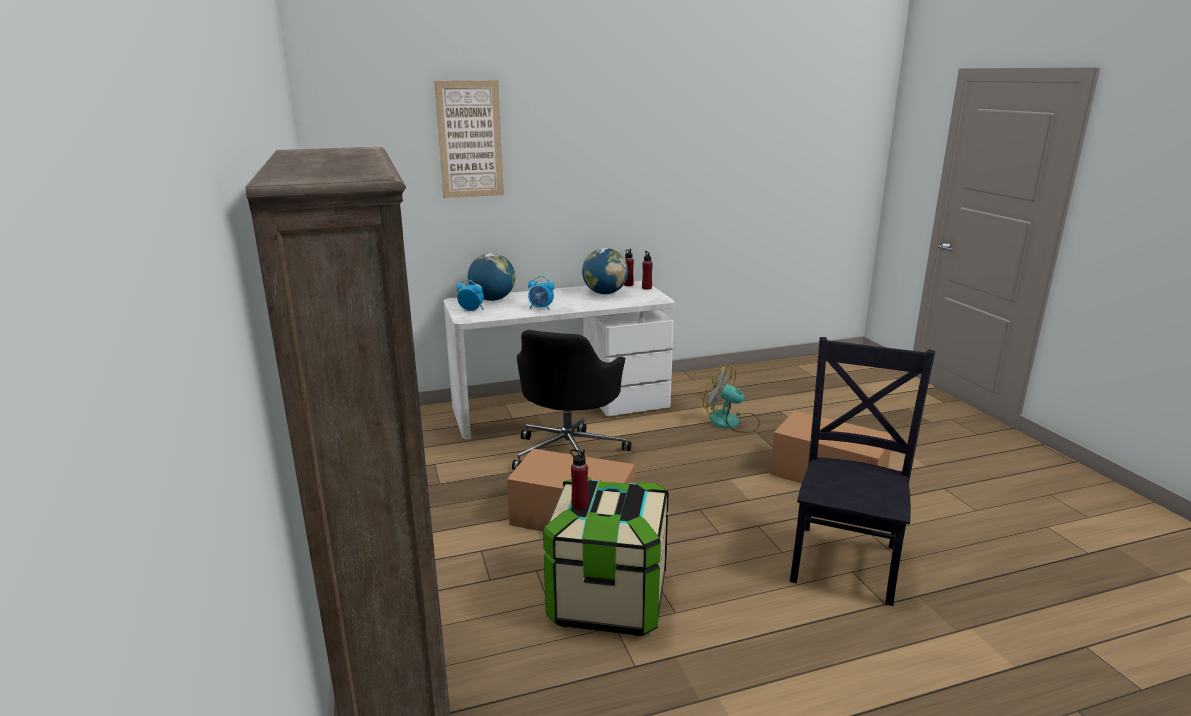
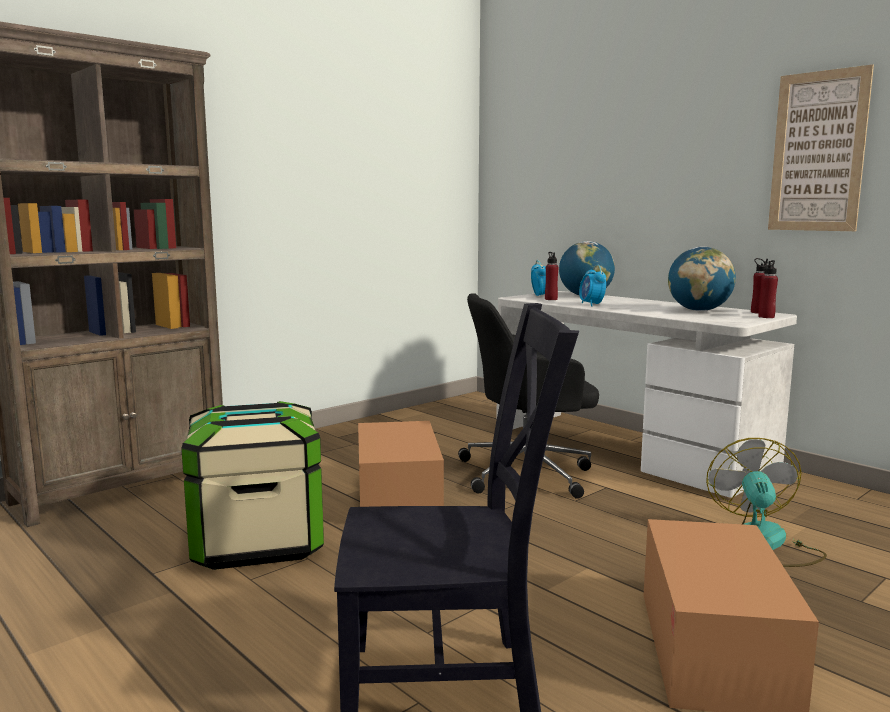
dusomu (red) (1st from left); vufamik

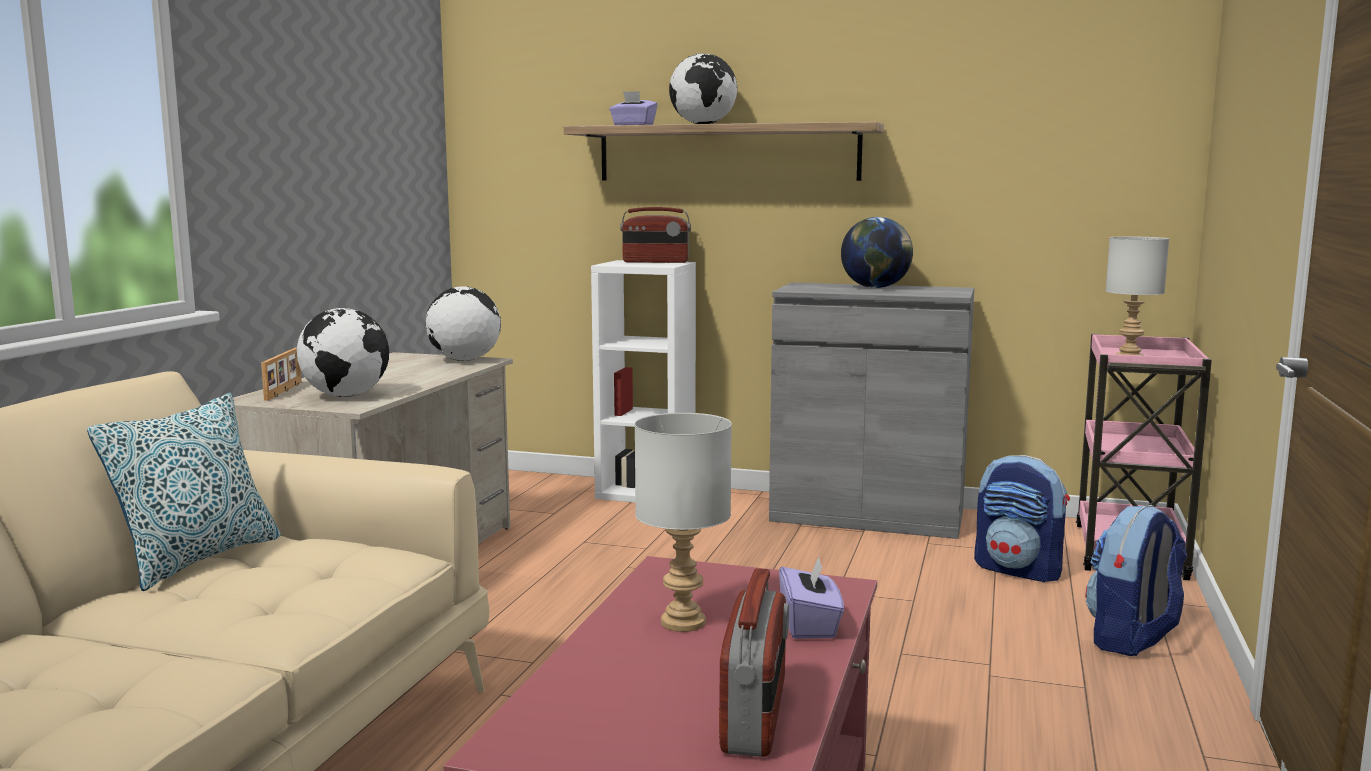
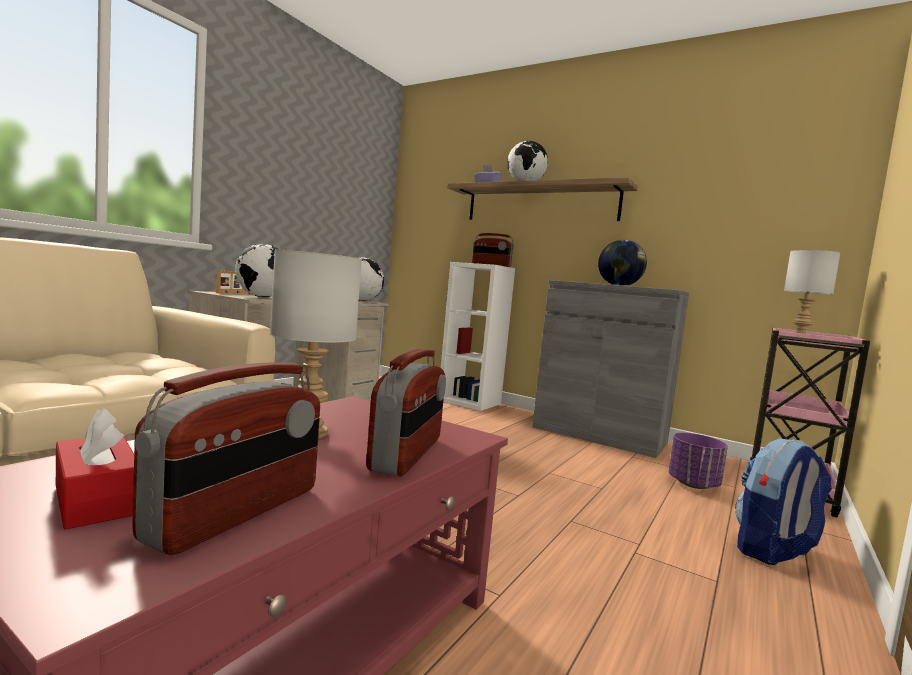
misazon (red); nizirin (2nd from left); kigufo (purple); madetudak

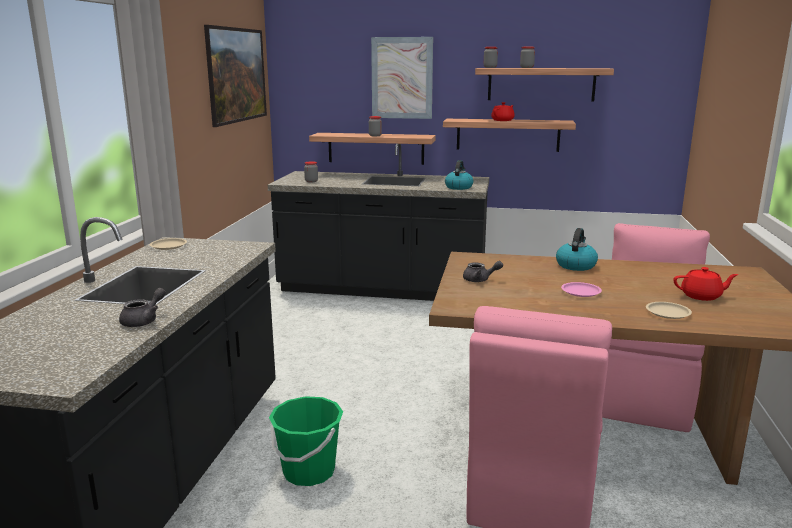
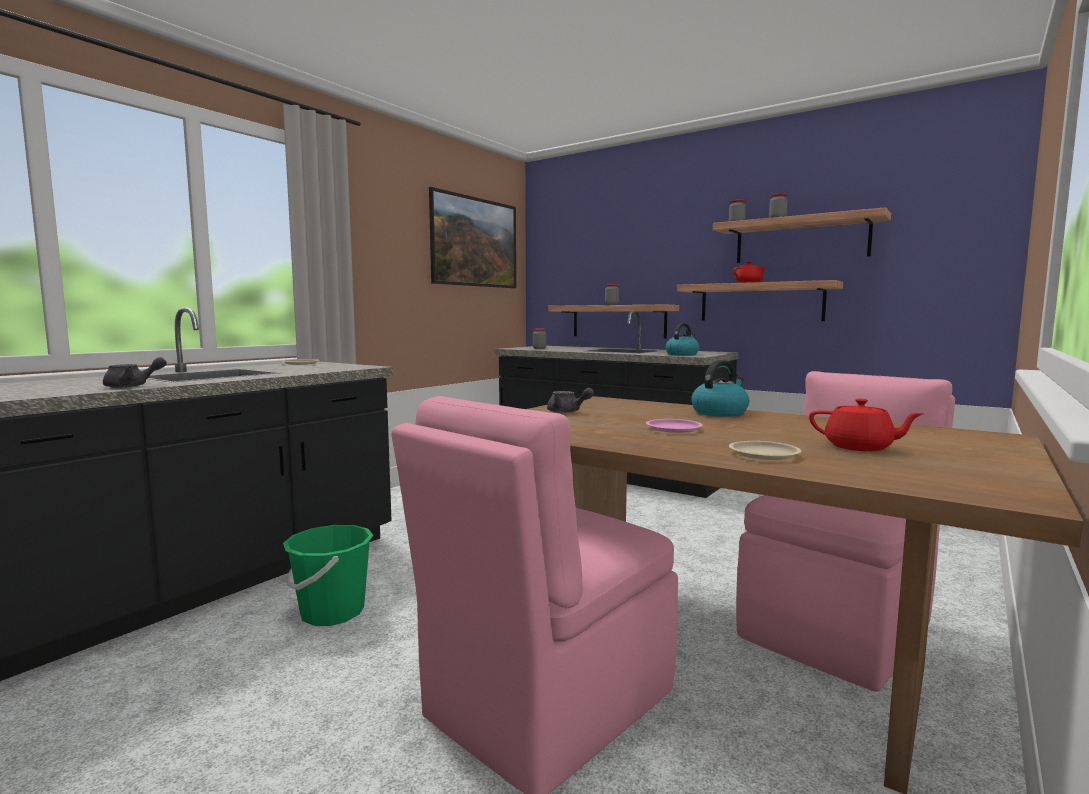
vufamik (2nd from left in the first image)

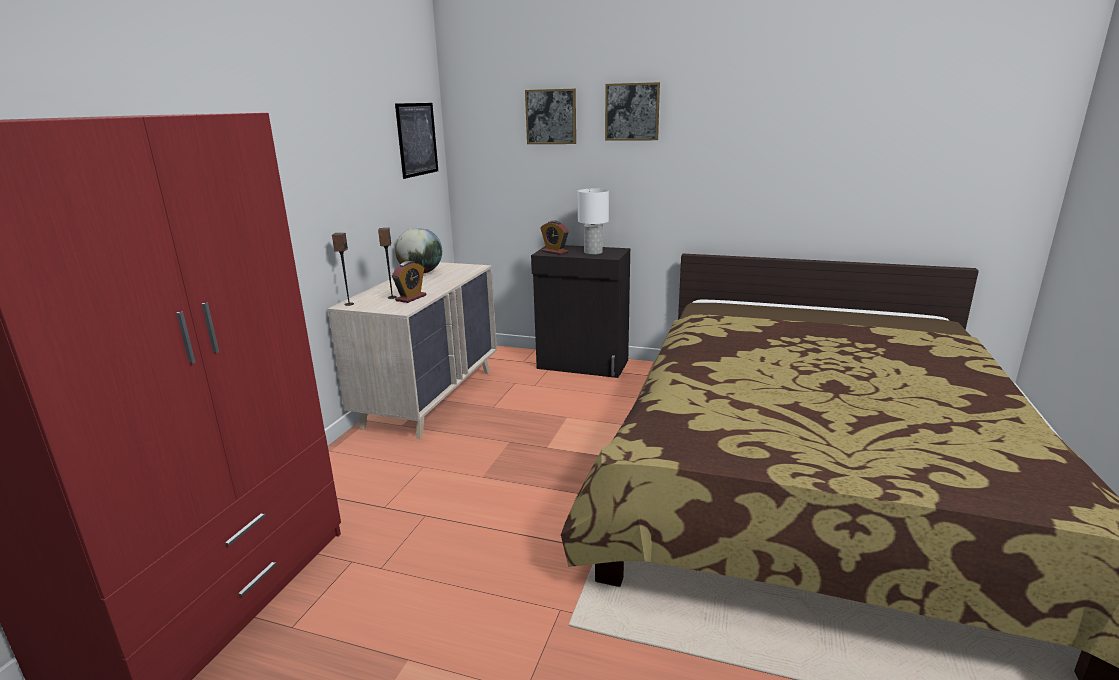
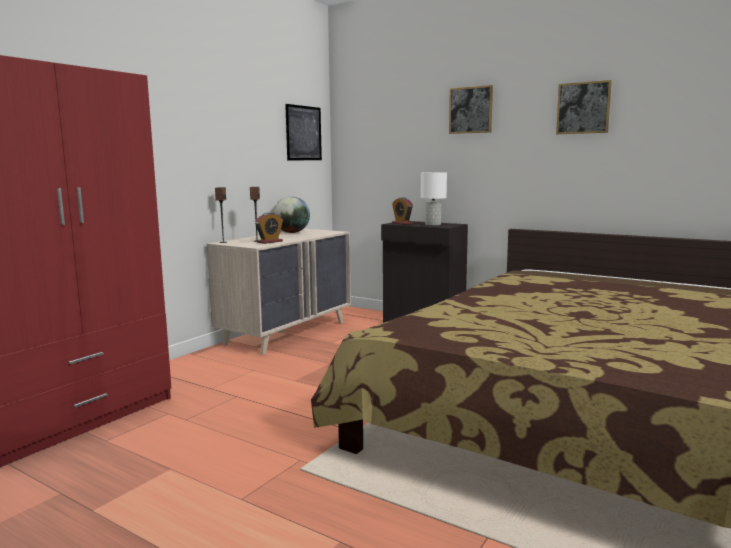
vufamik (3rd from left)

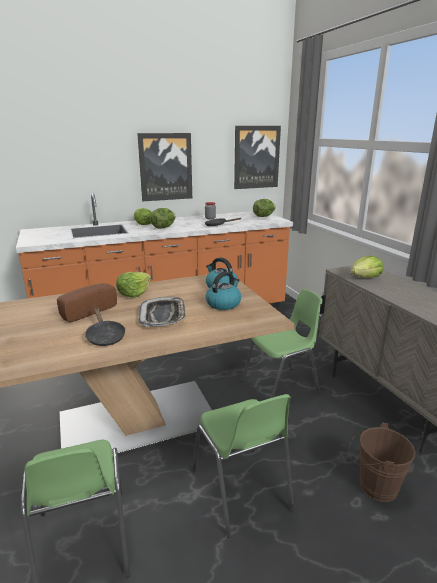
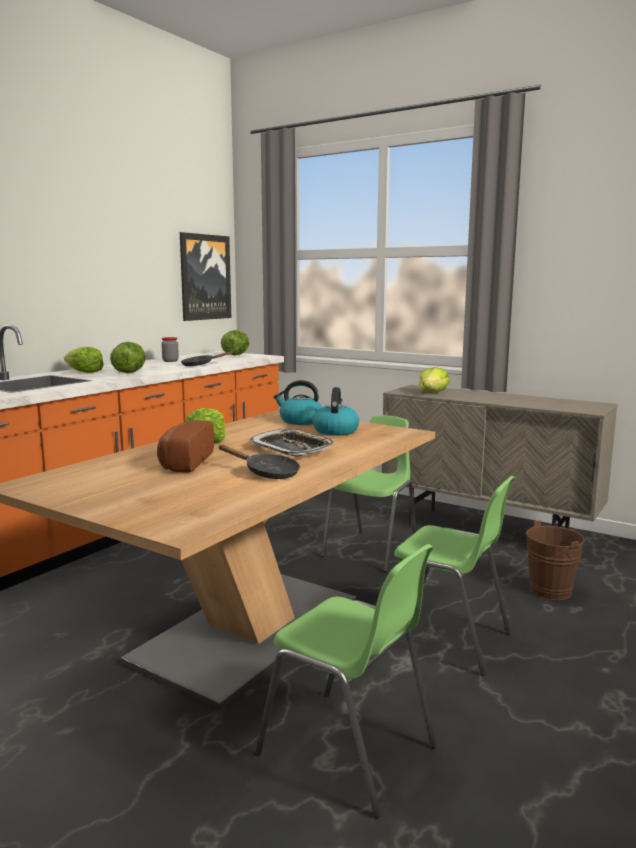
vufamik (1st from left in the first image)

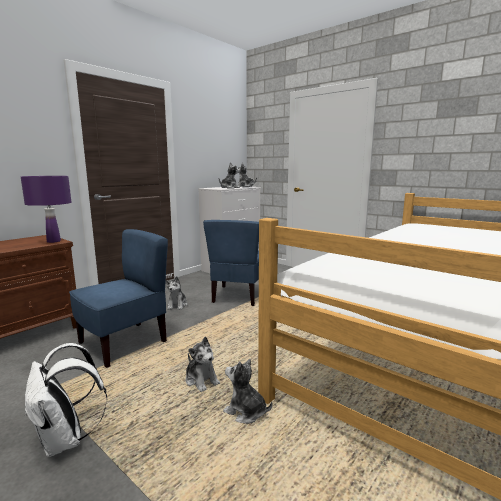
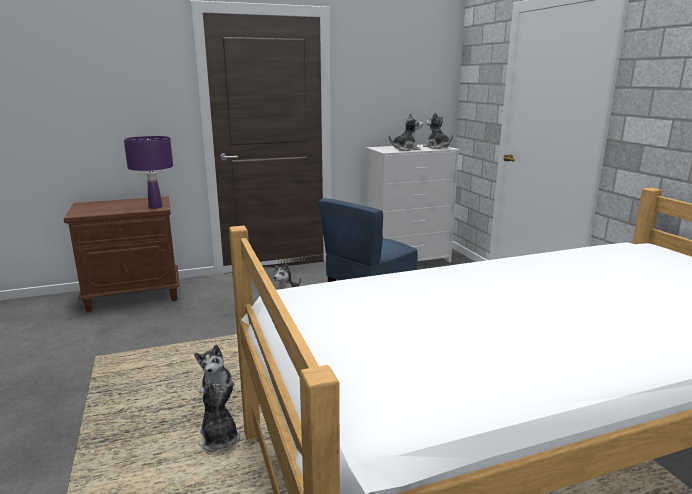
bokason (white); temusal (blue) (1st from left in the first image)

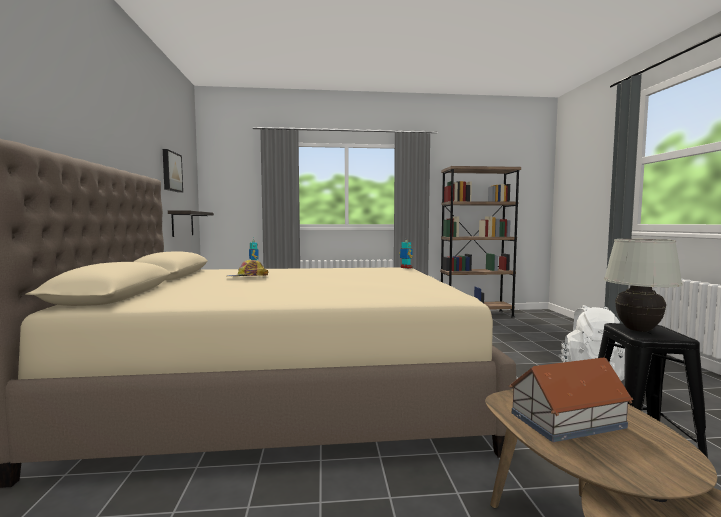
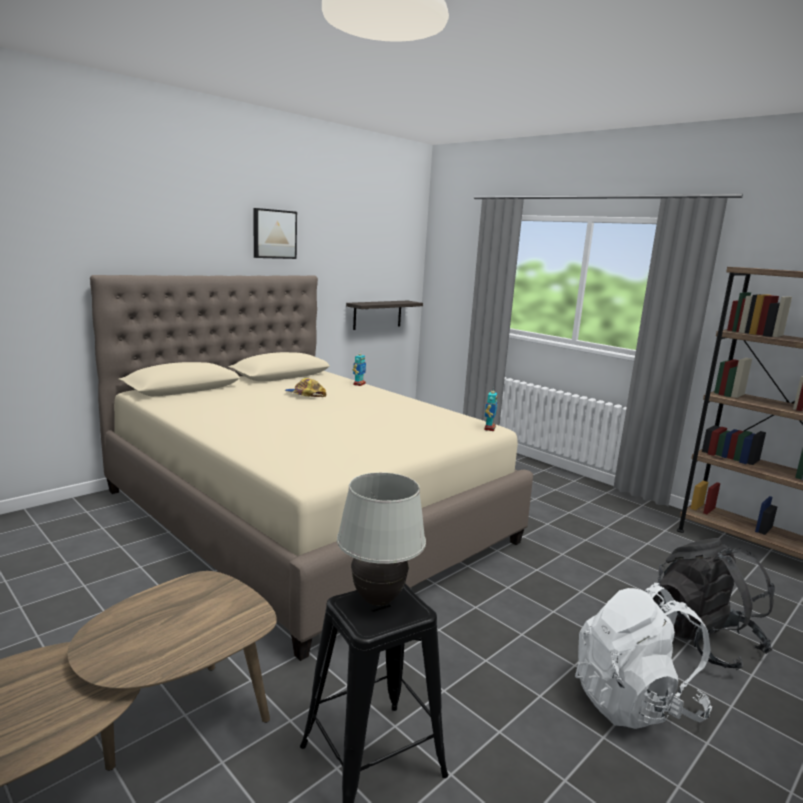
vufamik; bokason (black); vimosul

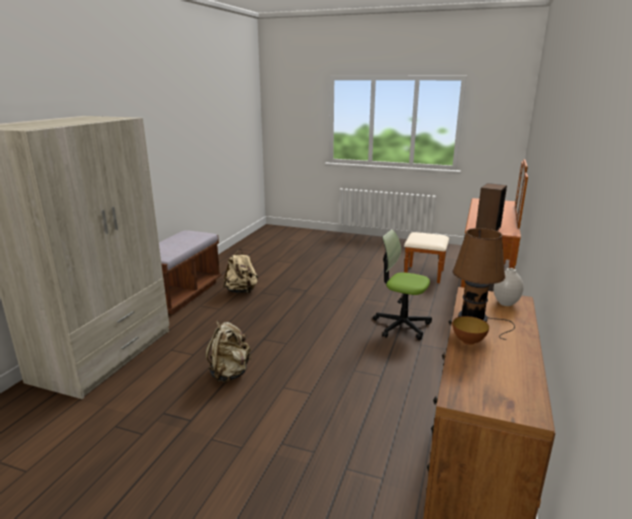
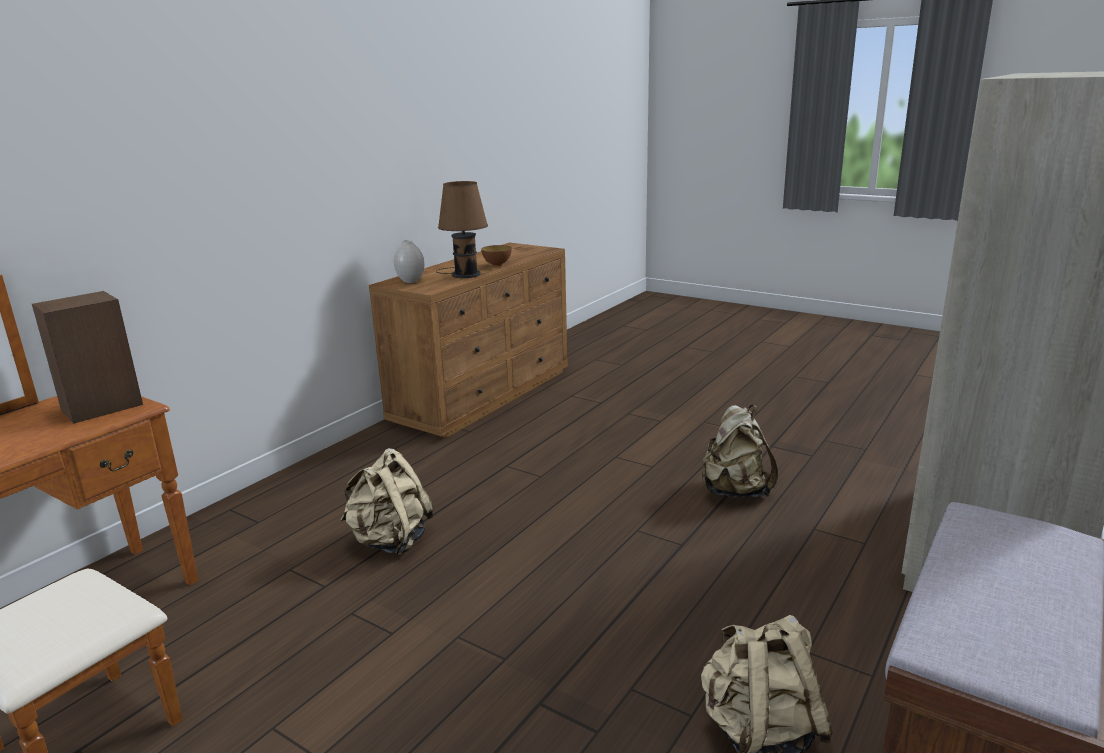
bokason (beige) (1st from left)

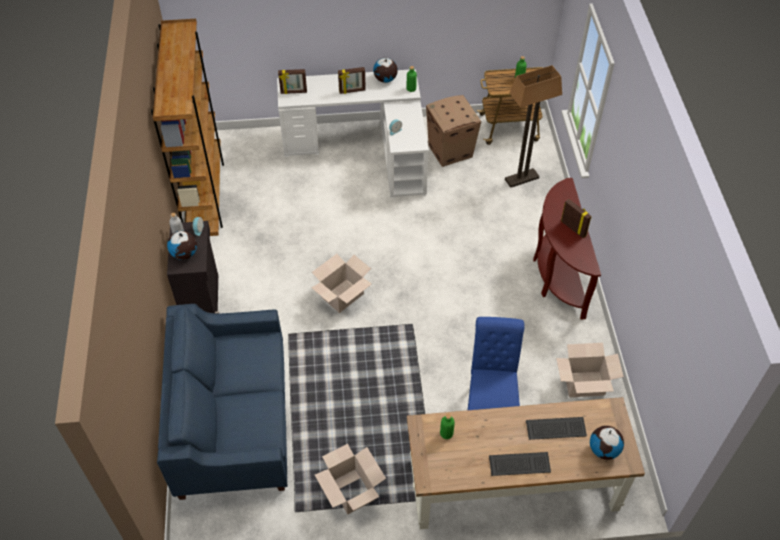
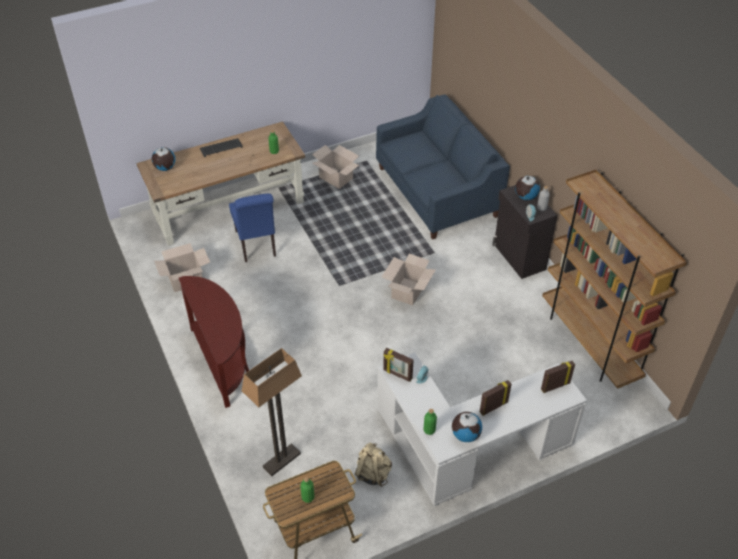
bokason (beige); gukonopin (1st from left); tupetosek (2nd from left in the first image)

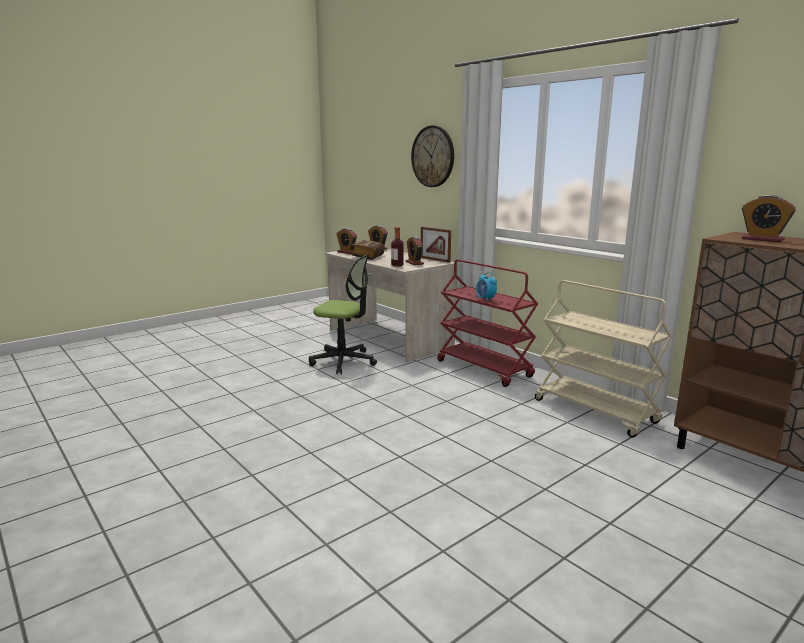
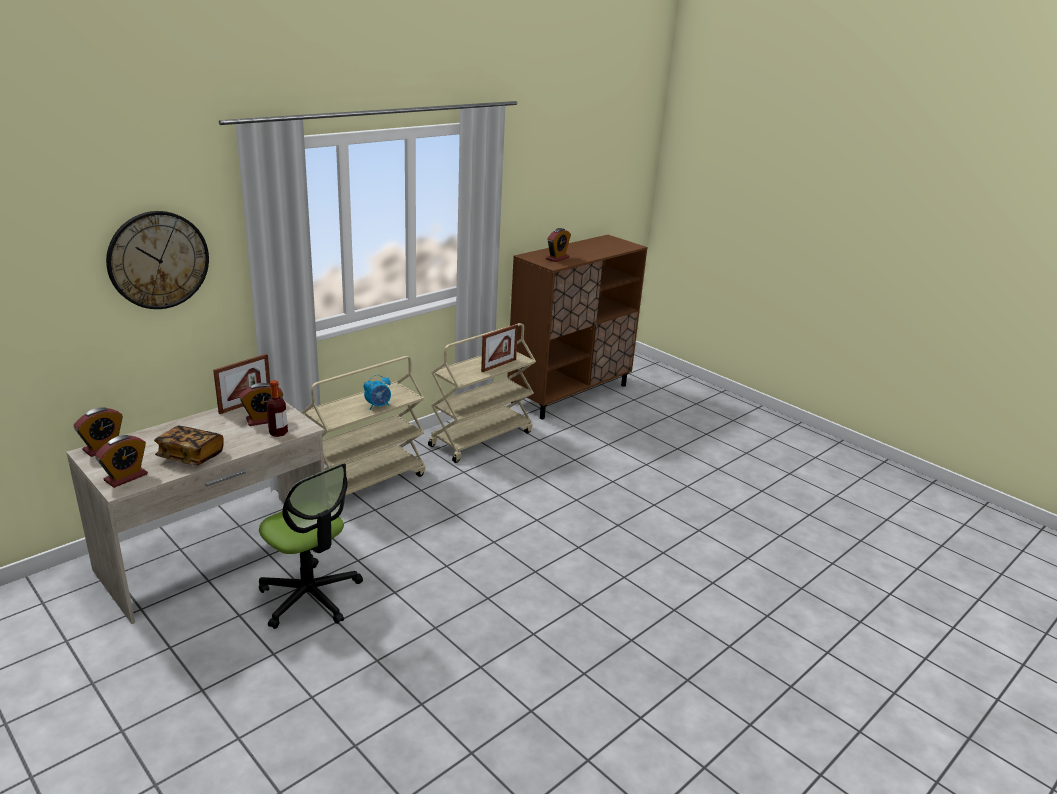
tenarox; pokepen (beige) (1st from left); gukonopin (2nd from left)

